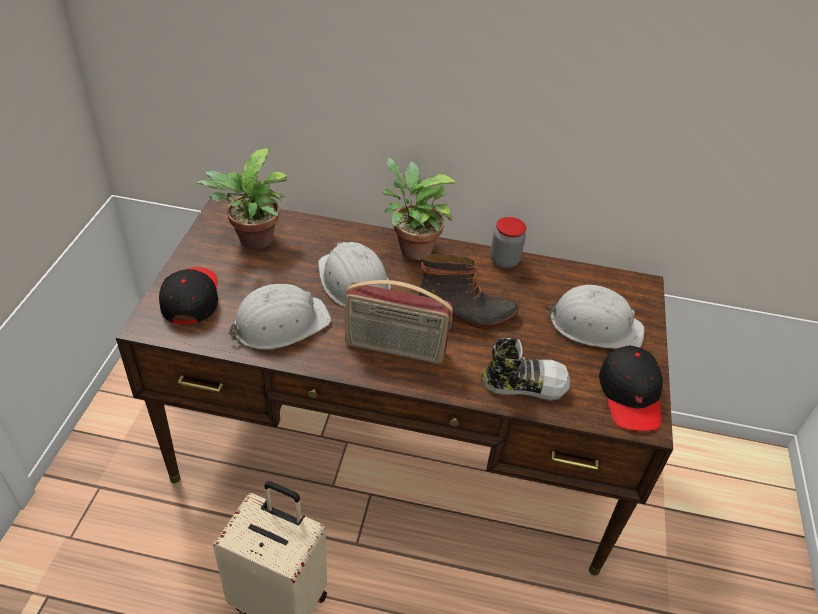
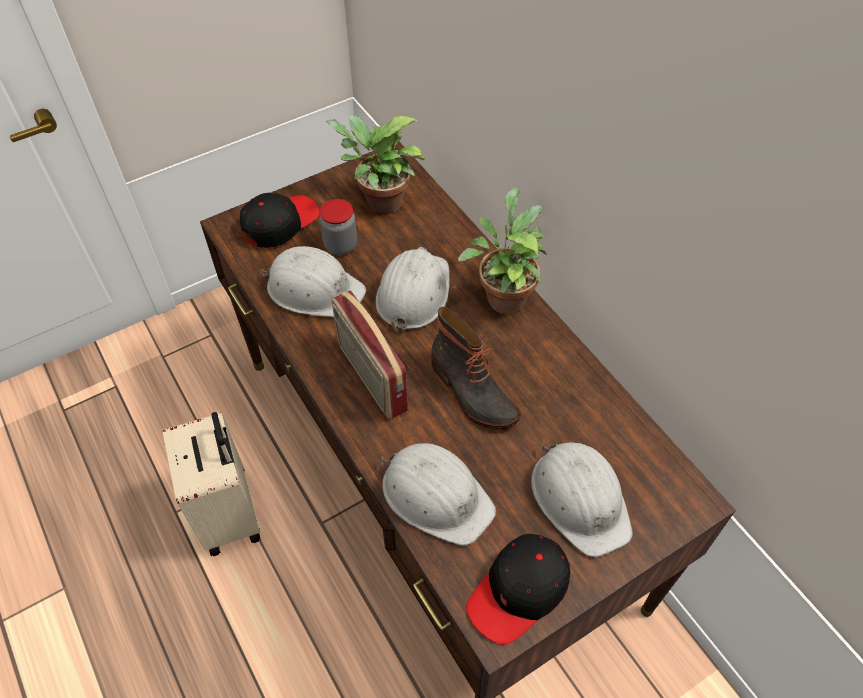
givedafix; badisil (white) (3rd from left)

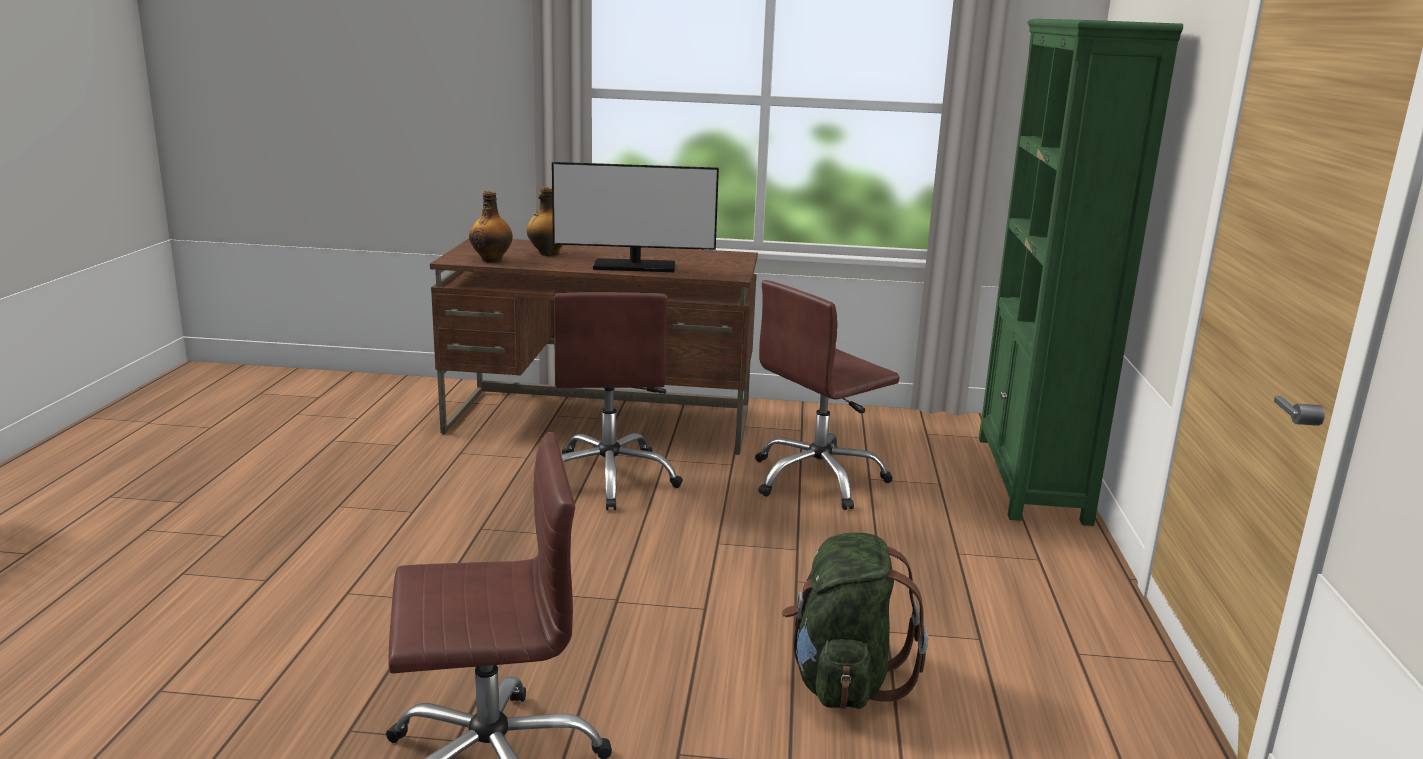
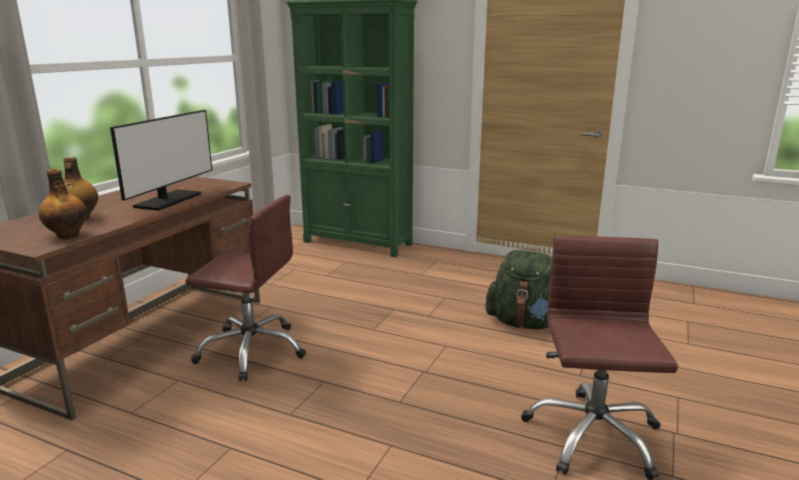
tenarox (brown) (3rd from left in the first image)

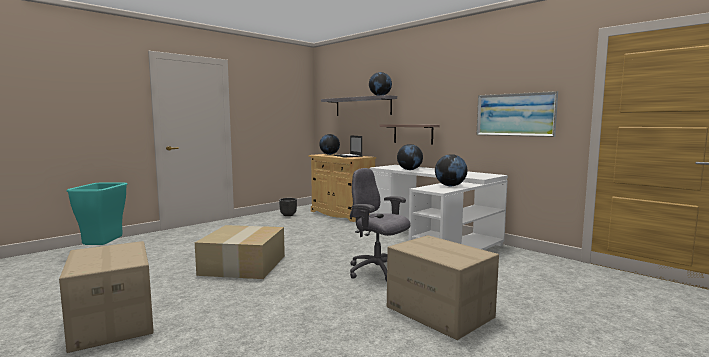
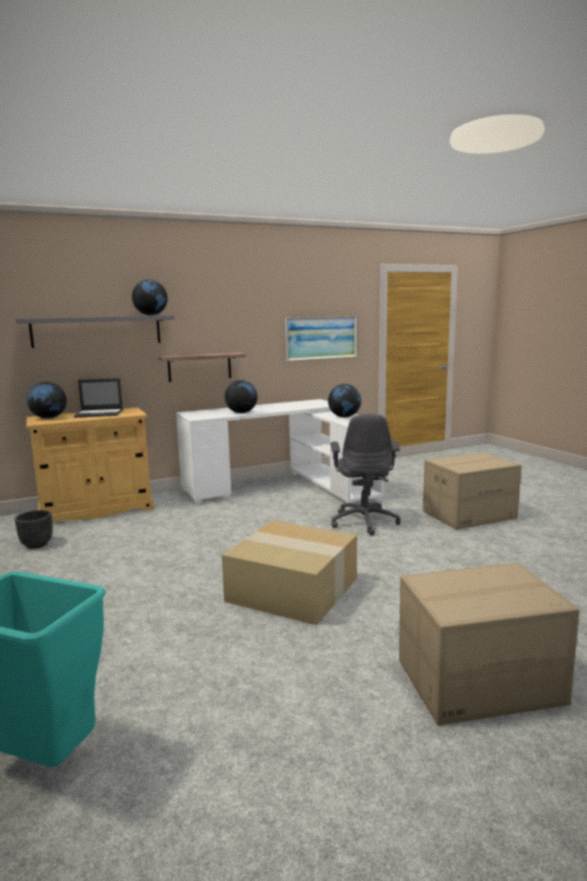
tenarox (grey)

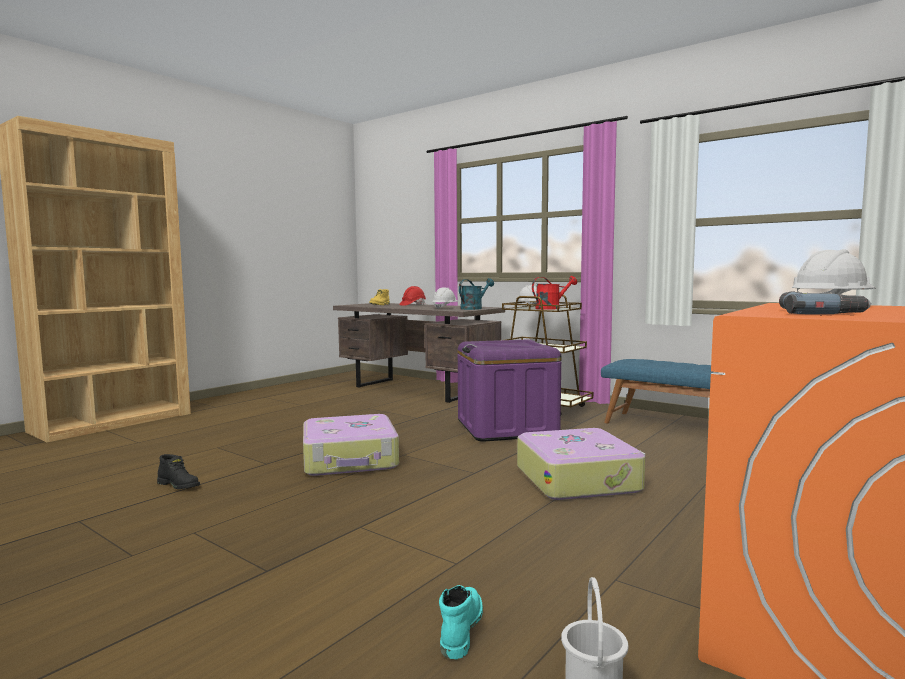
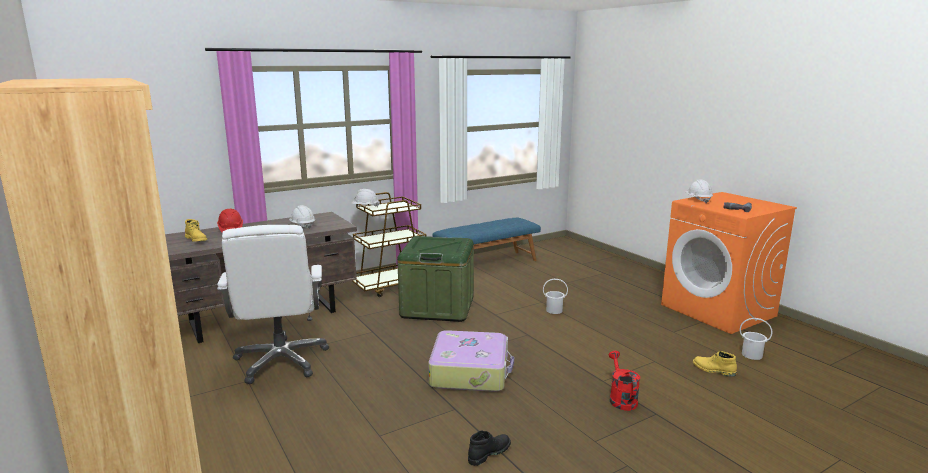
tenarox (white); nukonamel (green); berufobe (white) (1st from left); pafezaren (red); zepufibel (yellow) (2nd from left); pafezaren (turquoise)

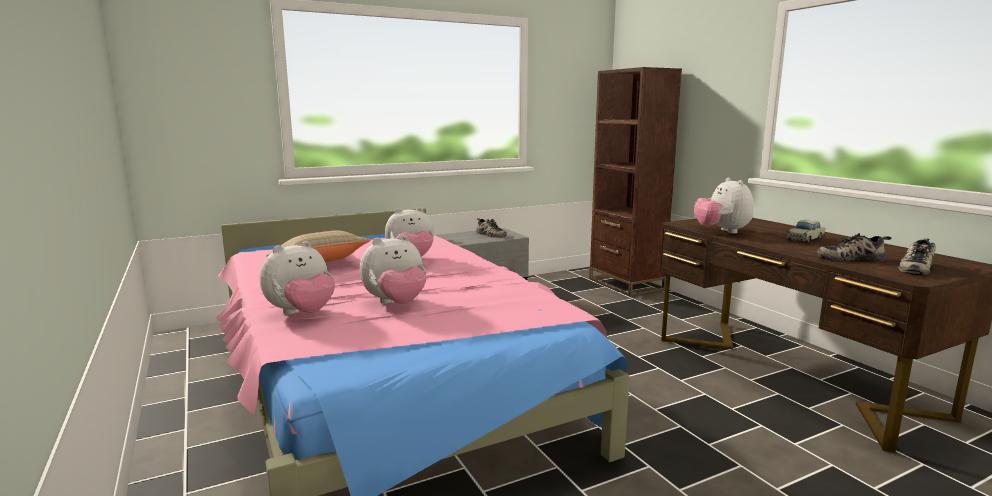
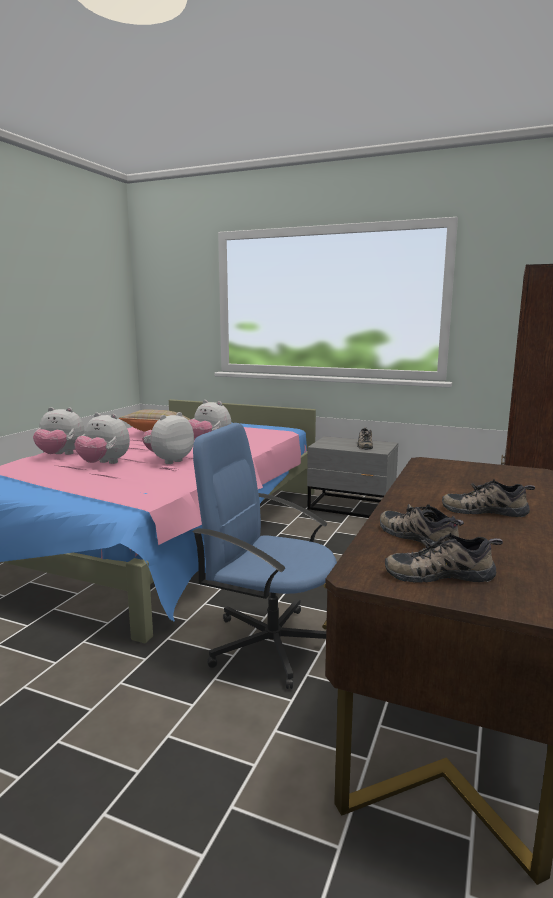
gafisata (3rd from left); tenarox (blue); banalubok (4th from left)

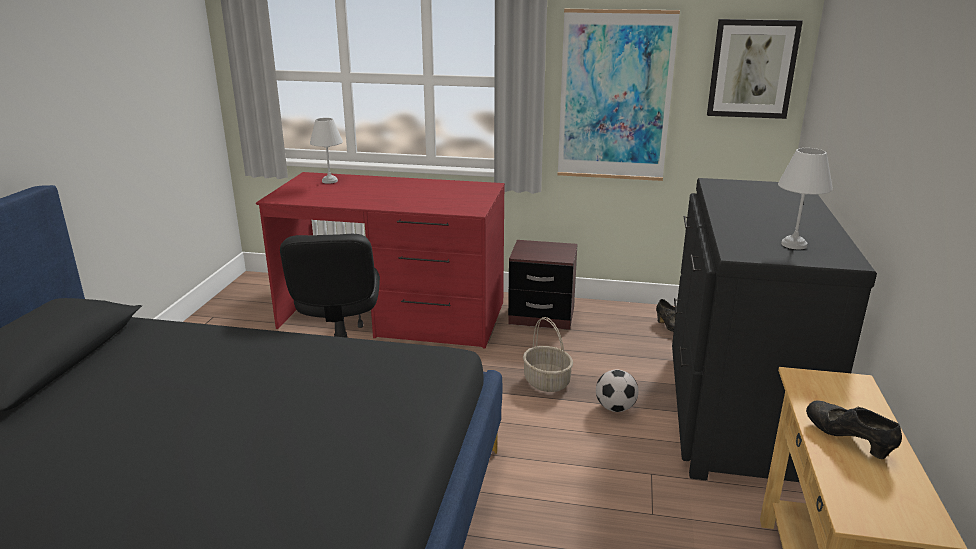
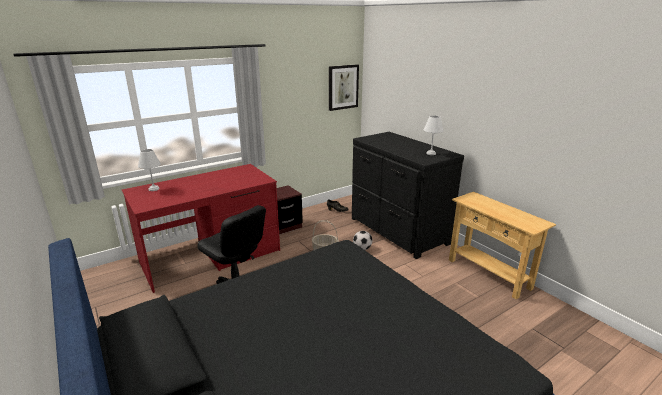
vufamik (1st from left in the first image); banalubok (black) (2nd from left in the first image)

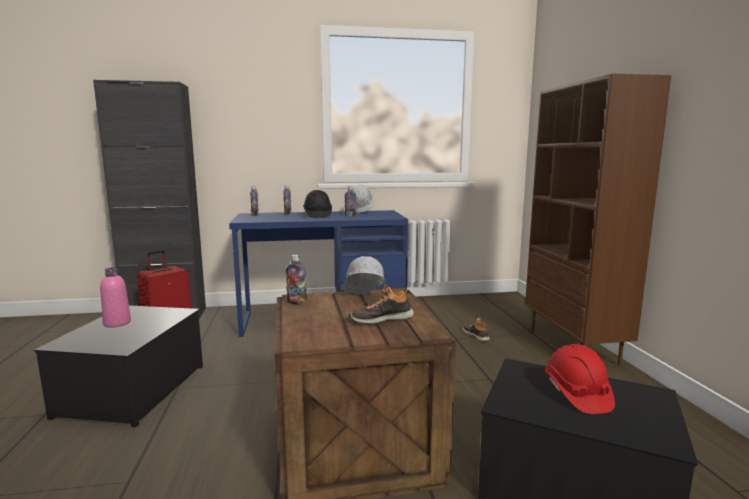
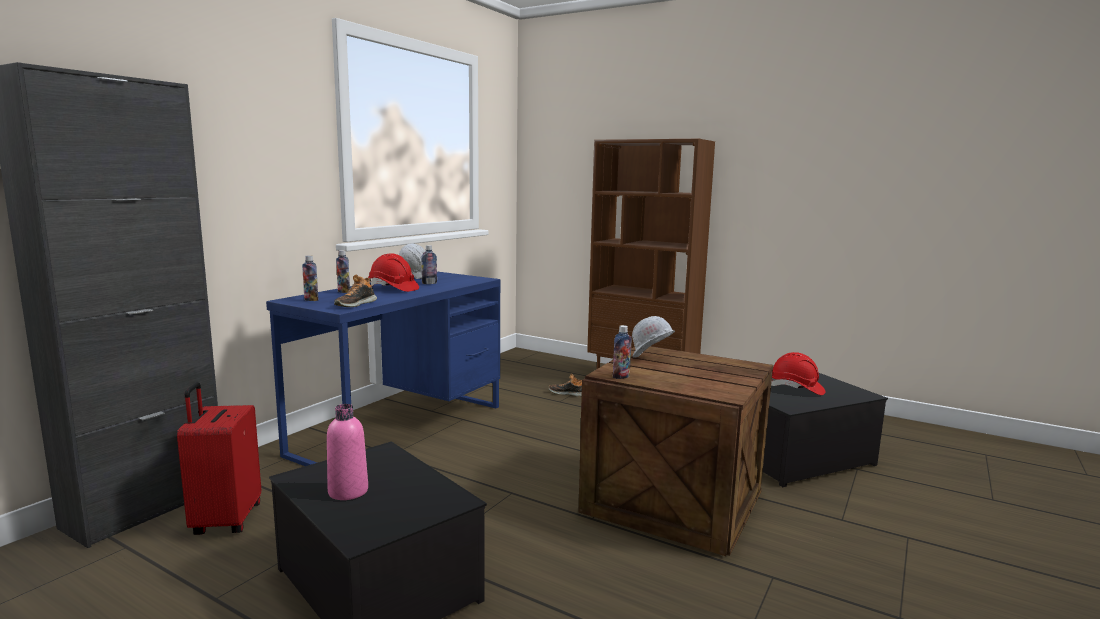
banalubok (1st from left); badisil (red) (1st from left)

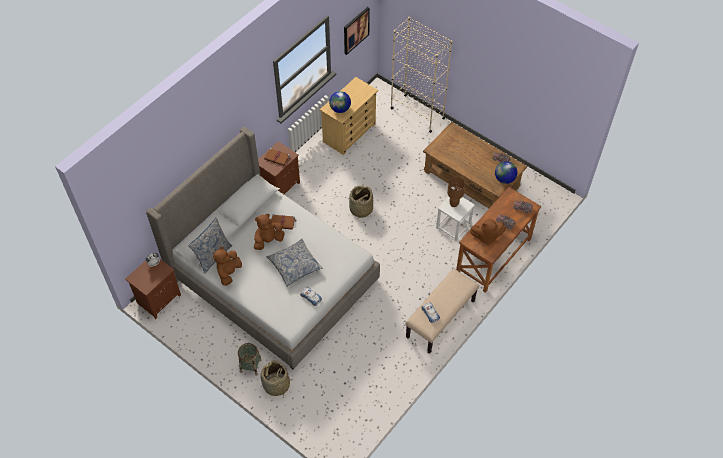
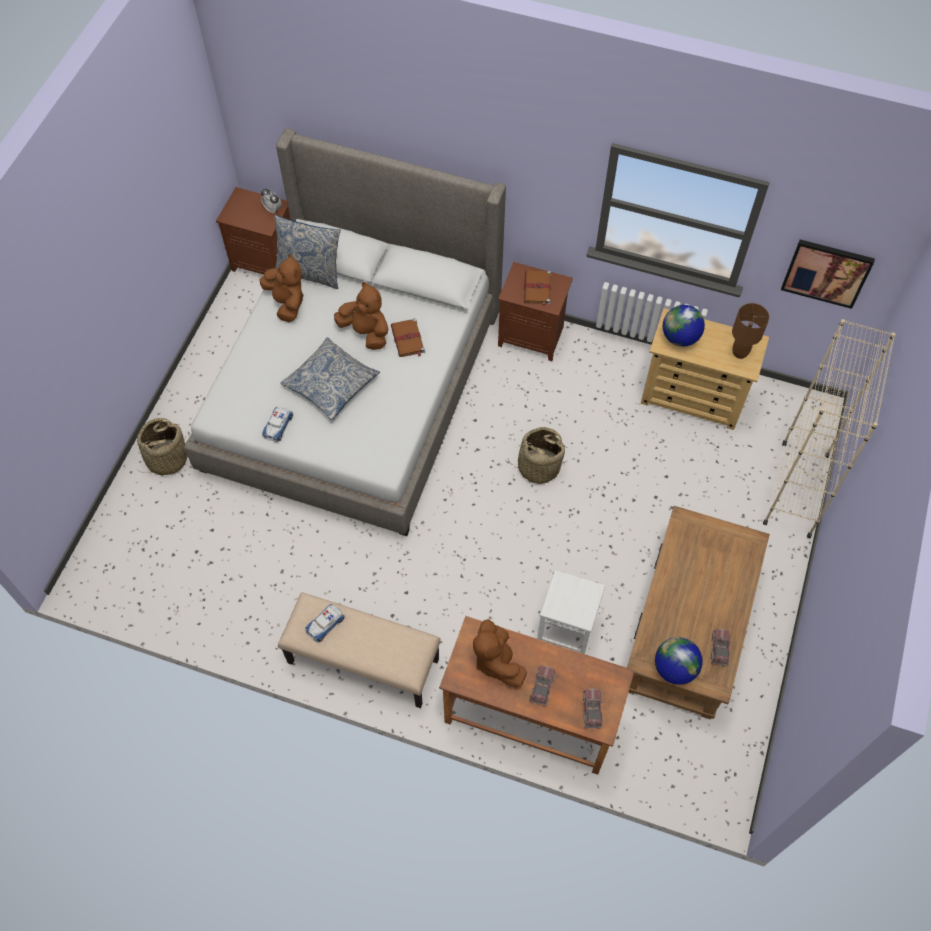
gafisata (brown) (1st from left); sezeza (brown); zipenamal (1st from left in the first image)

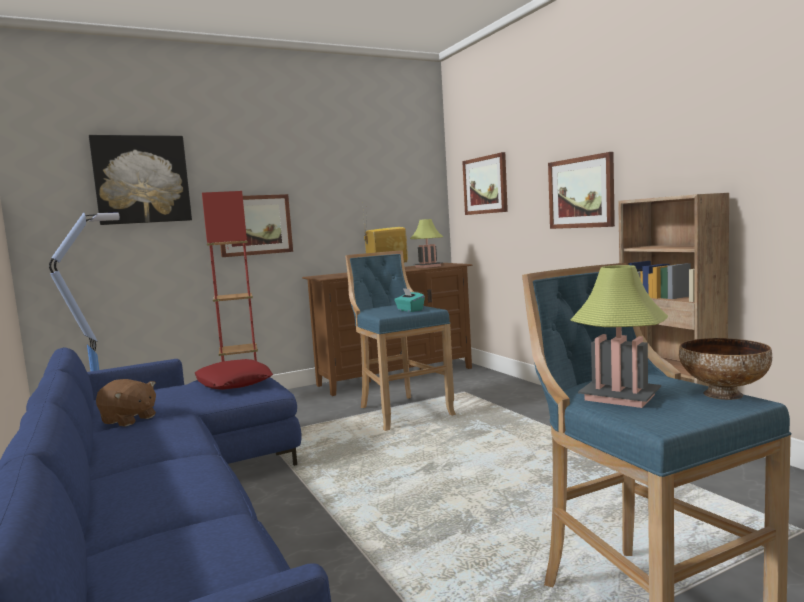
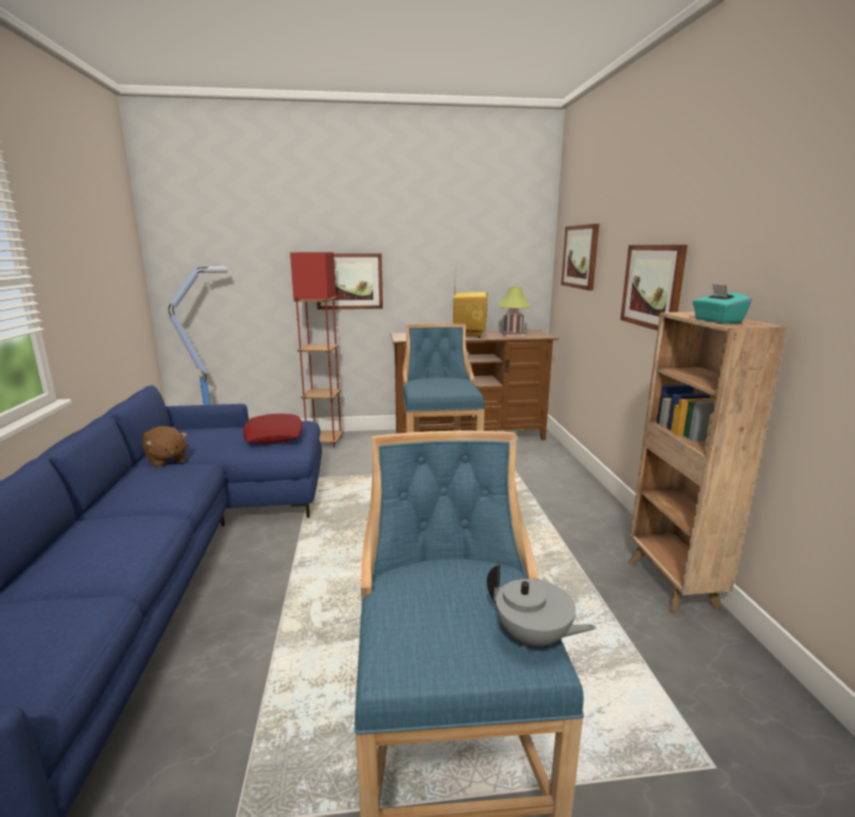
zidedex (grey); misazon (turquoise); vufamik (1st from left in the first image); sezeza (2nd from left in the first image)

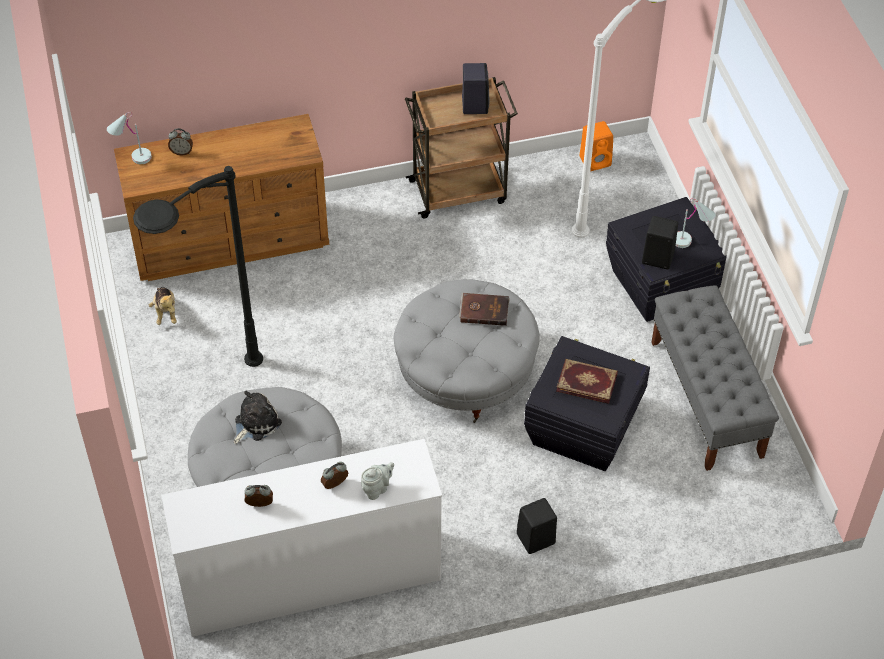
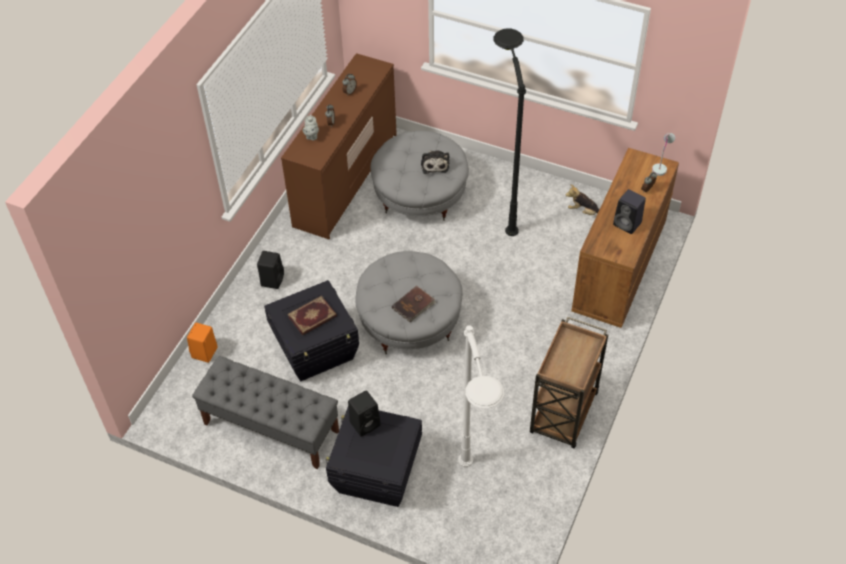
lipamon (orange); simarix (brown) (1st from left); lipamon (black) (3rd from left); sezeza (white) (2nd from left in the first image)

